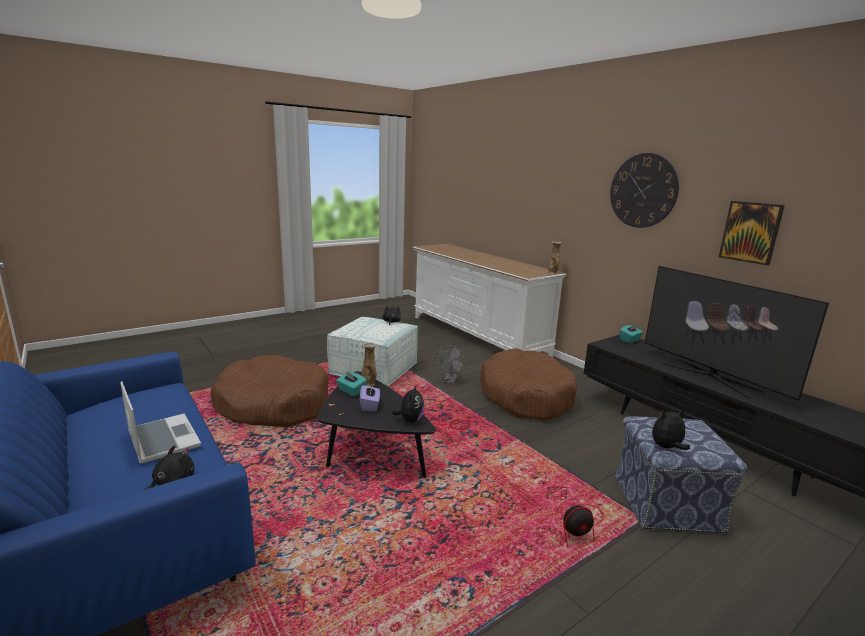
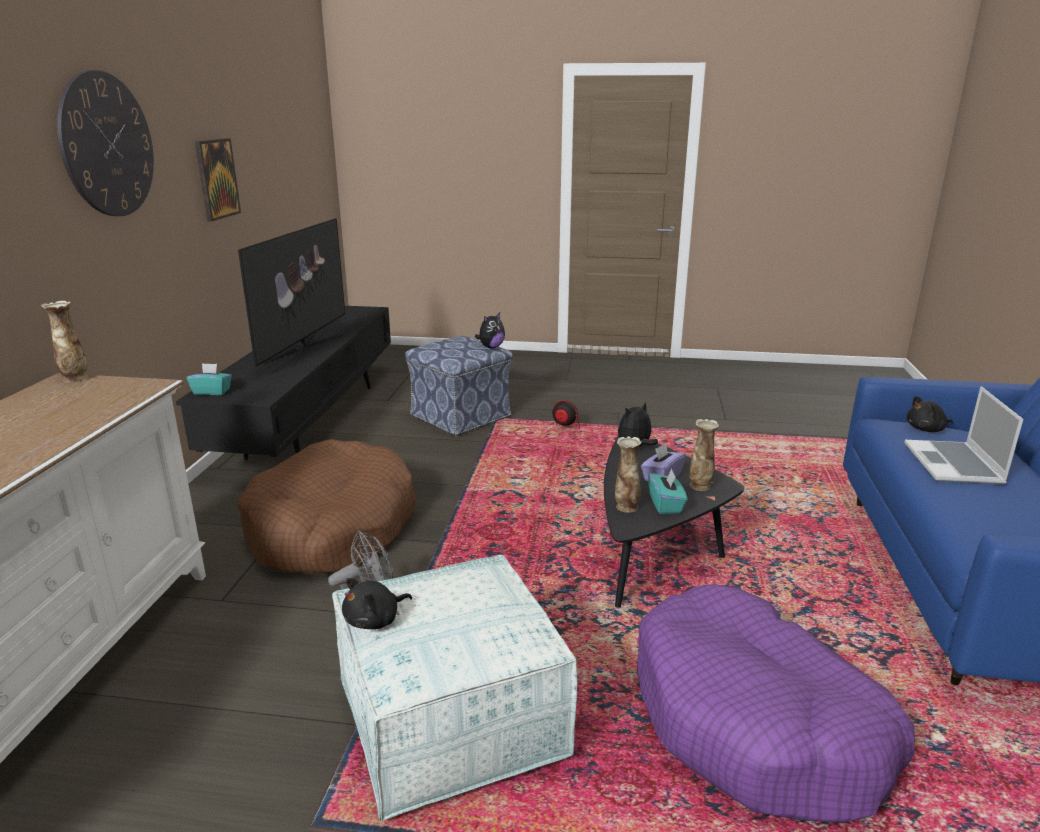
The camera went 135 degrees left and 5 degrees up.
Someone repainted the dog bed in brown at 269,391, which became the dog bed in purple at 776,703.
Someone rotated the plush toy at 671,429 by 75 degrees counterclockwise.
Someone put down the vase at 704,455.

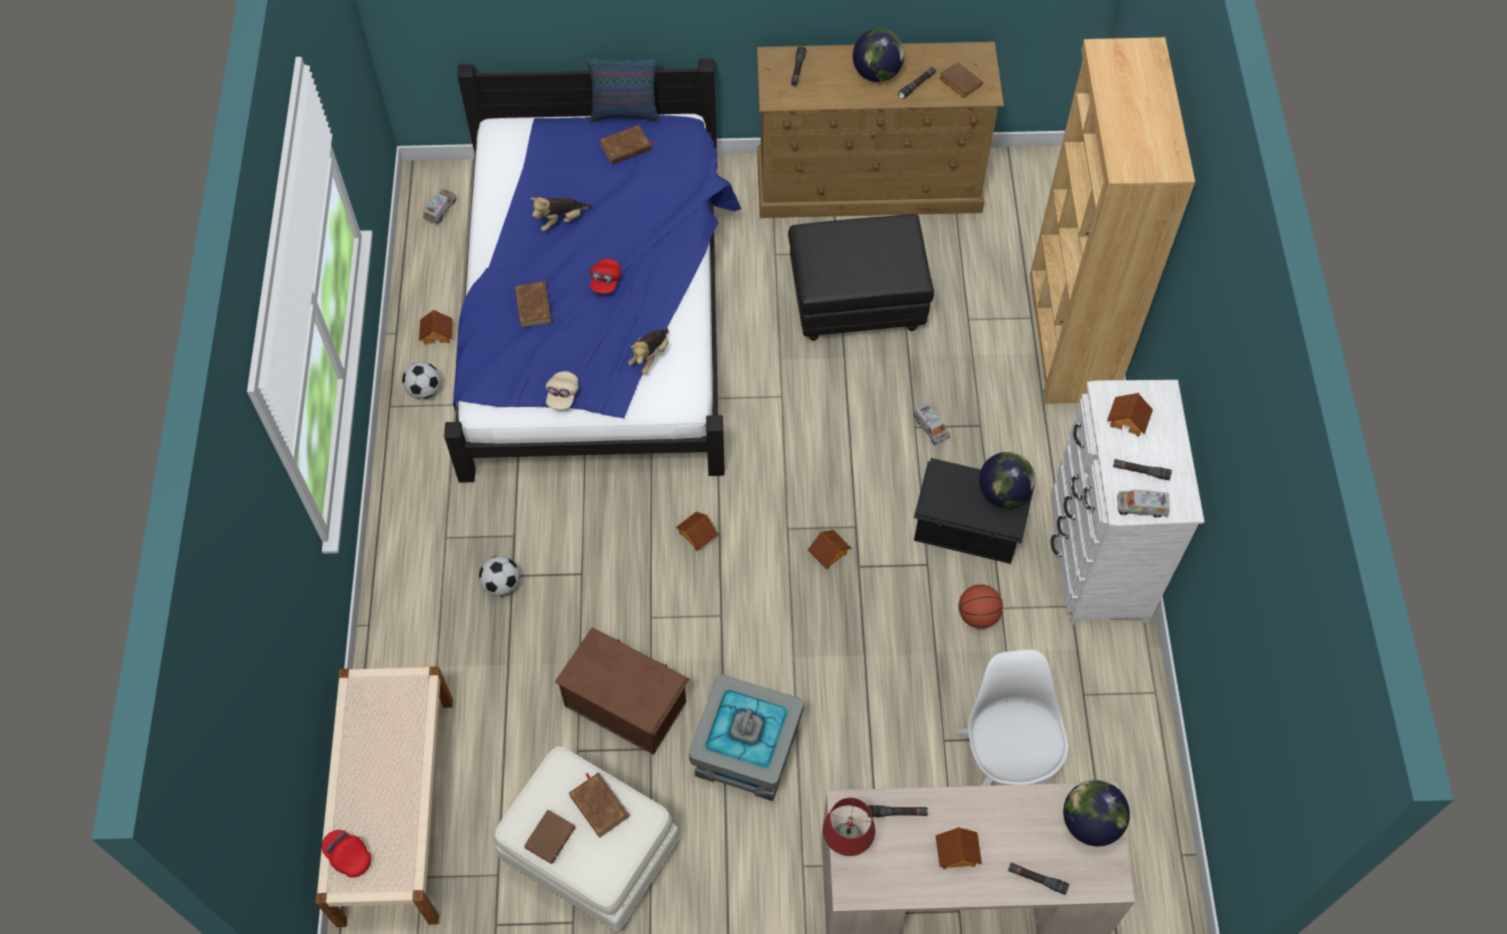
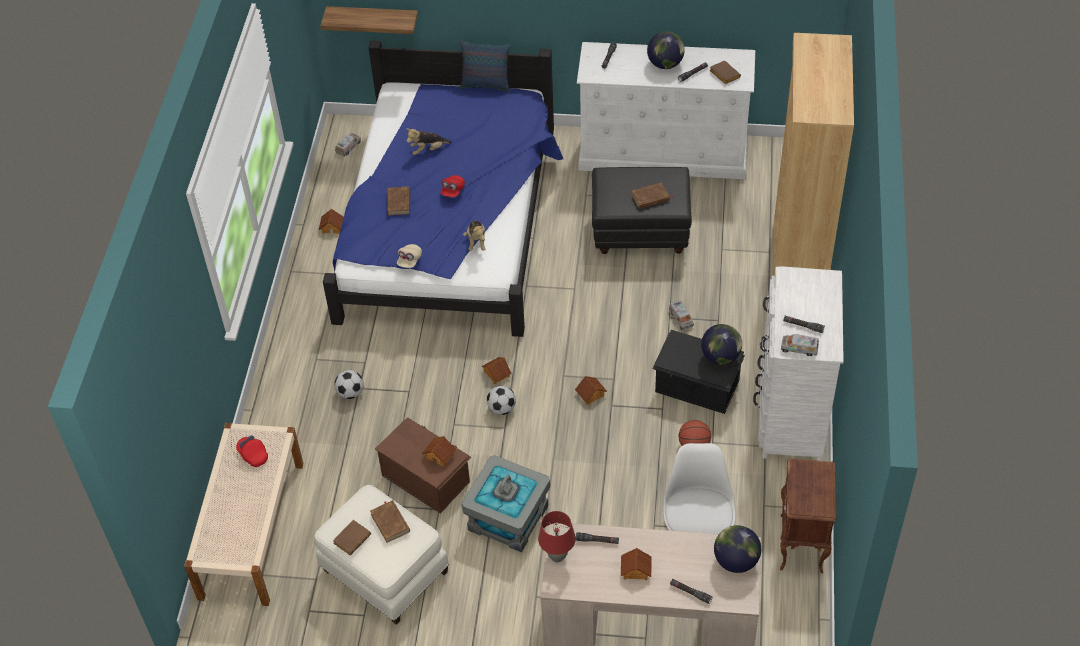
The camera went 10 degrees right and 10 degrees down.
Someone repainted the dresser in brown at 880,130, which became the dresser in white at 666,110.
Someone carried the book in brown from 627,144 to 652,195.
Someone rotated the plush toy at 648,350 by 45 degrees counterclockwise.
Someone carried the football from 421,380 to 501,400.
Someone carried the toy house from 1130,415 to 439,451.
Someone carried the cap in red from 346,854 to 252,451.
Someone put up the shelf at 369,20.
Someone put down the nightstand in brown at 808,516.

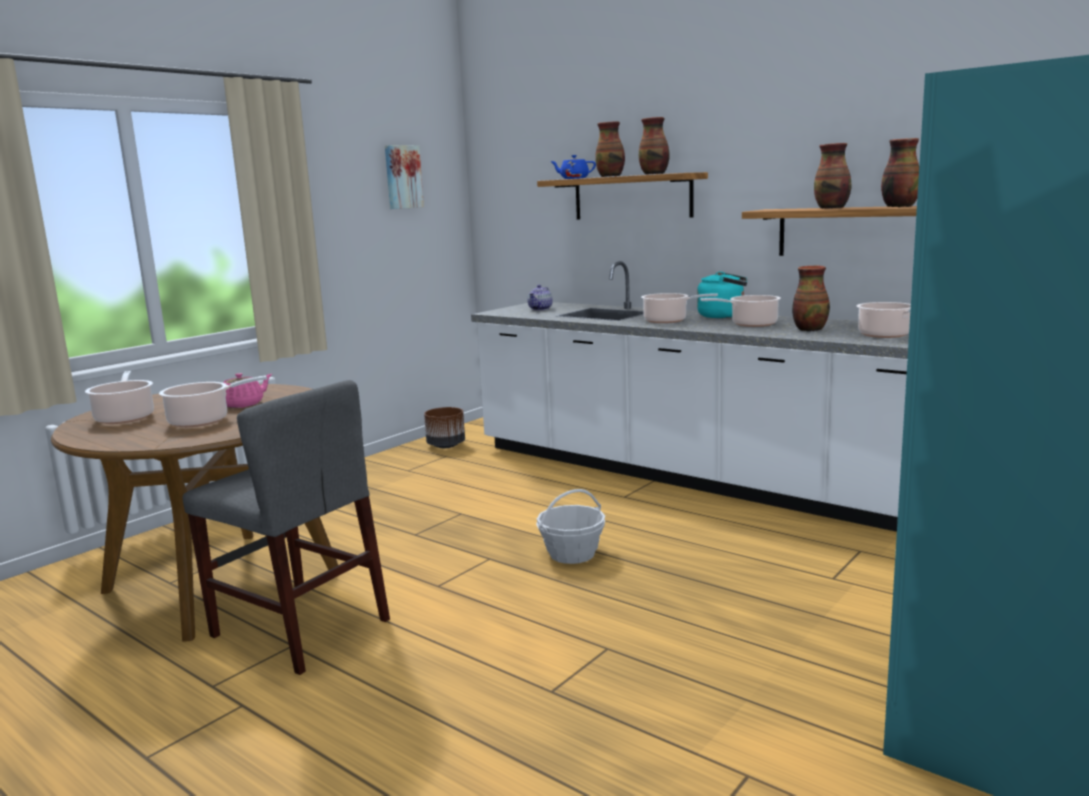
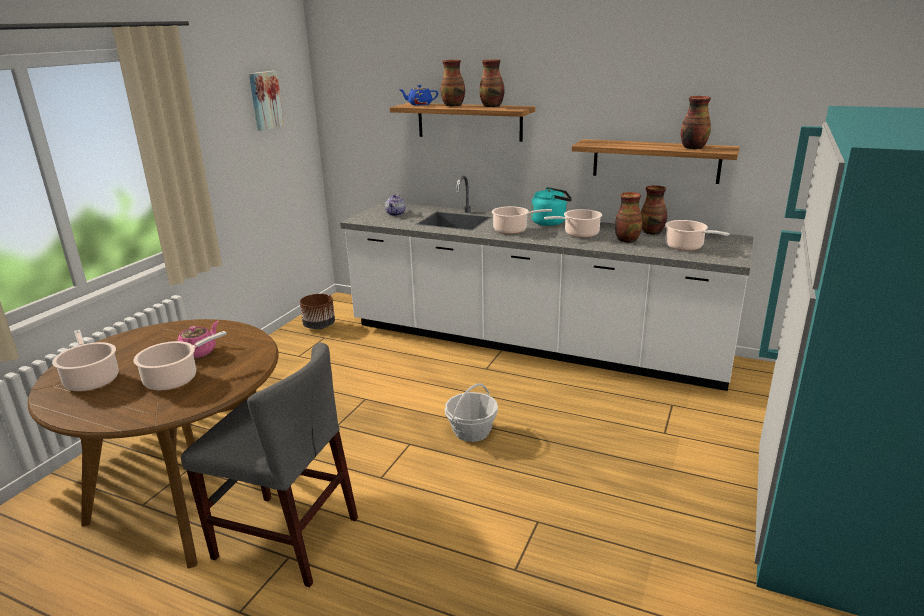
The camera went 15 degrees left and 10 degrees up.
Someone carried the vase from 832,176 to 654,210.

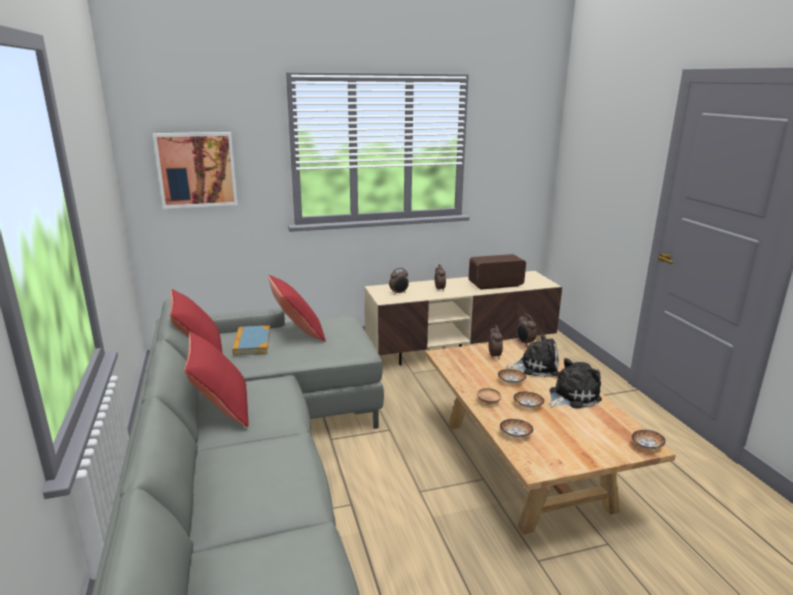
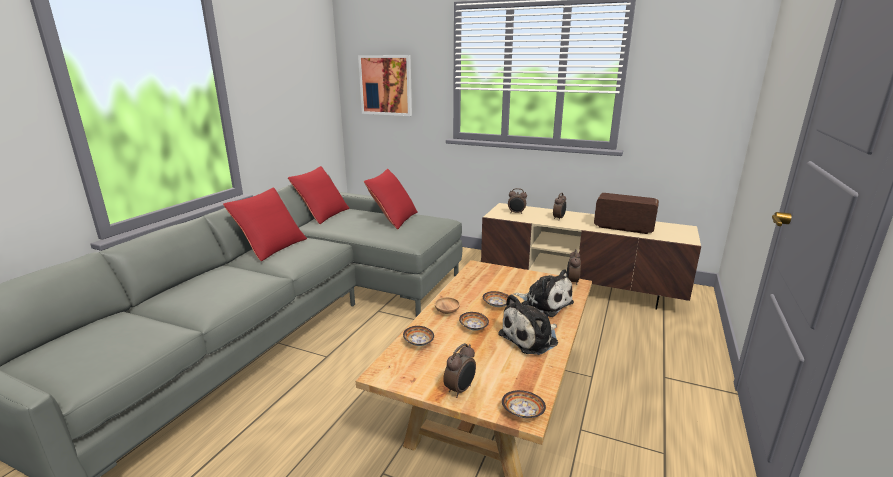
The camera went 40 degrees right and 0 degrees up.
Someone carried the alarm clock from 495,342 to 459,370.
Someone took away the book at 251,341.
Someone rotated the plush toy at 575,383 by 135 degrees clockwise.

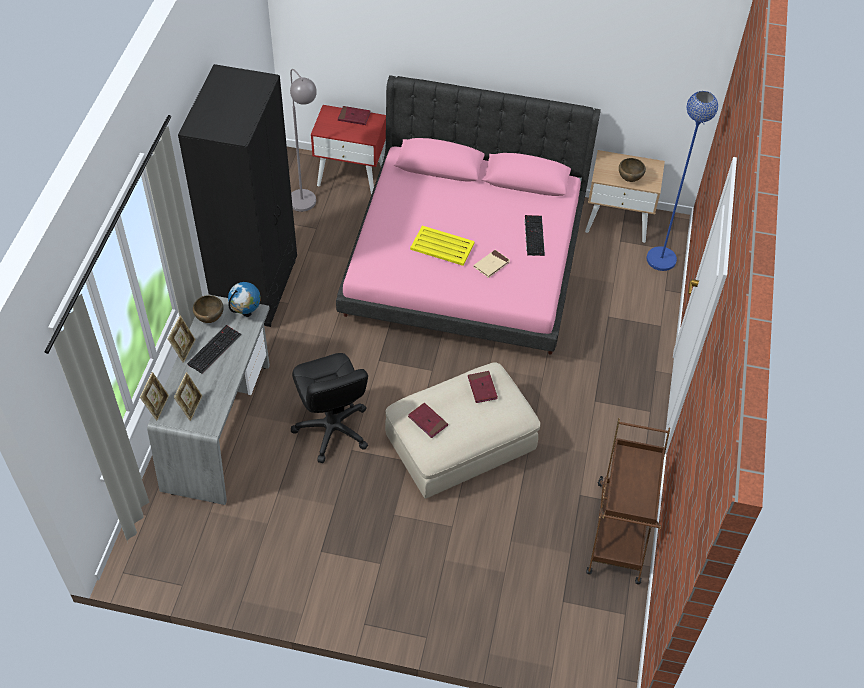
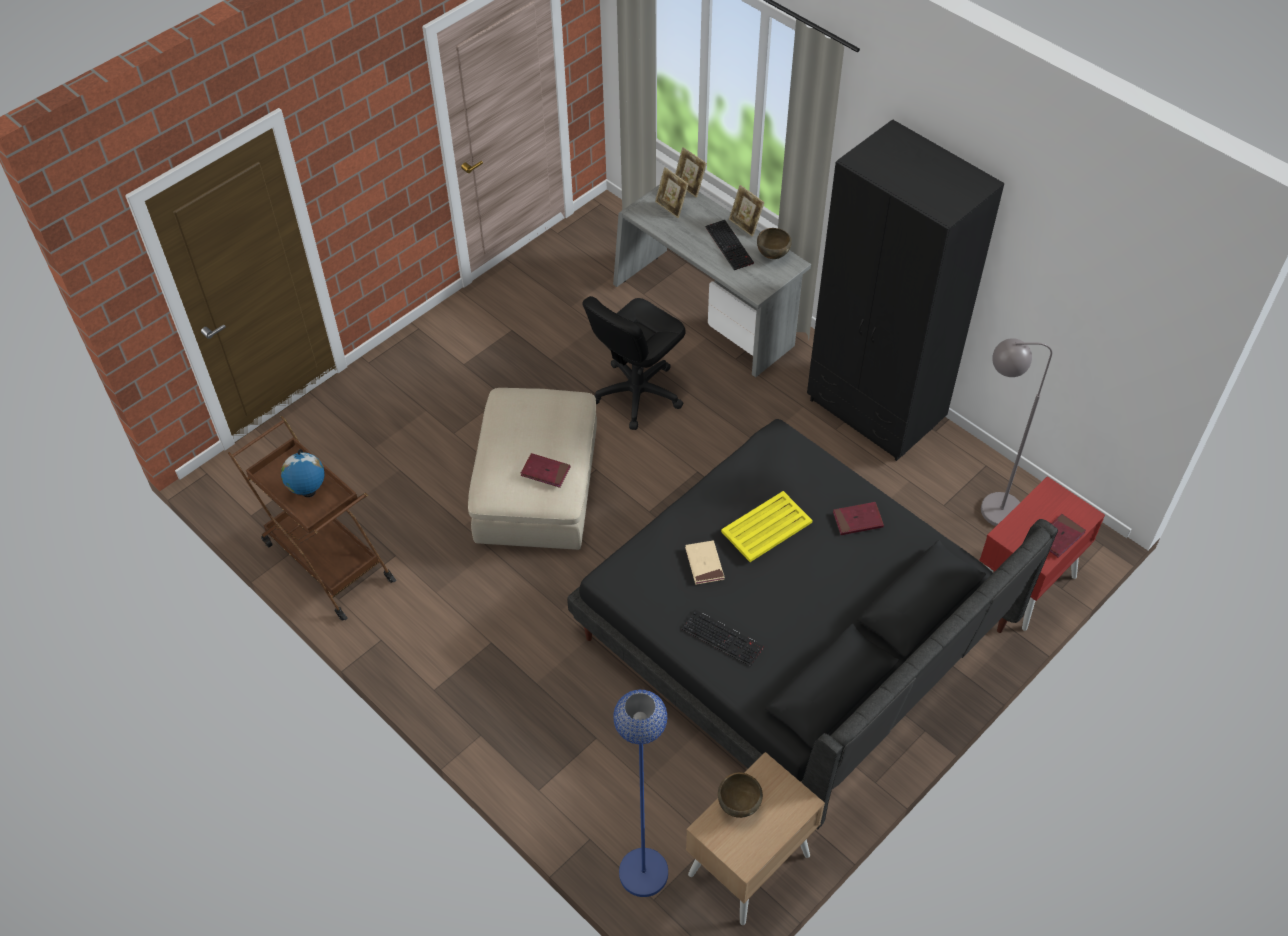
The camera went 125 degrees right and 0 degrees up.
Someone repainted the bed in pink at 468,215, which became the bed in black at 812,624.
Someone carried the globe from 244,299 to 303,473.
Someone rotated the office chair in black at 329,408 by 60 degrees counterclockwise.
Someone carried the book in red from 428,420 to 858,518.

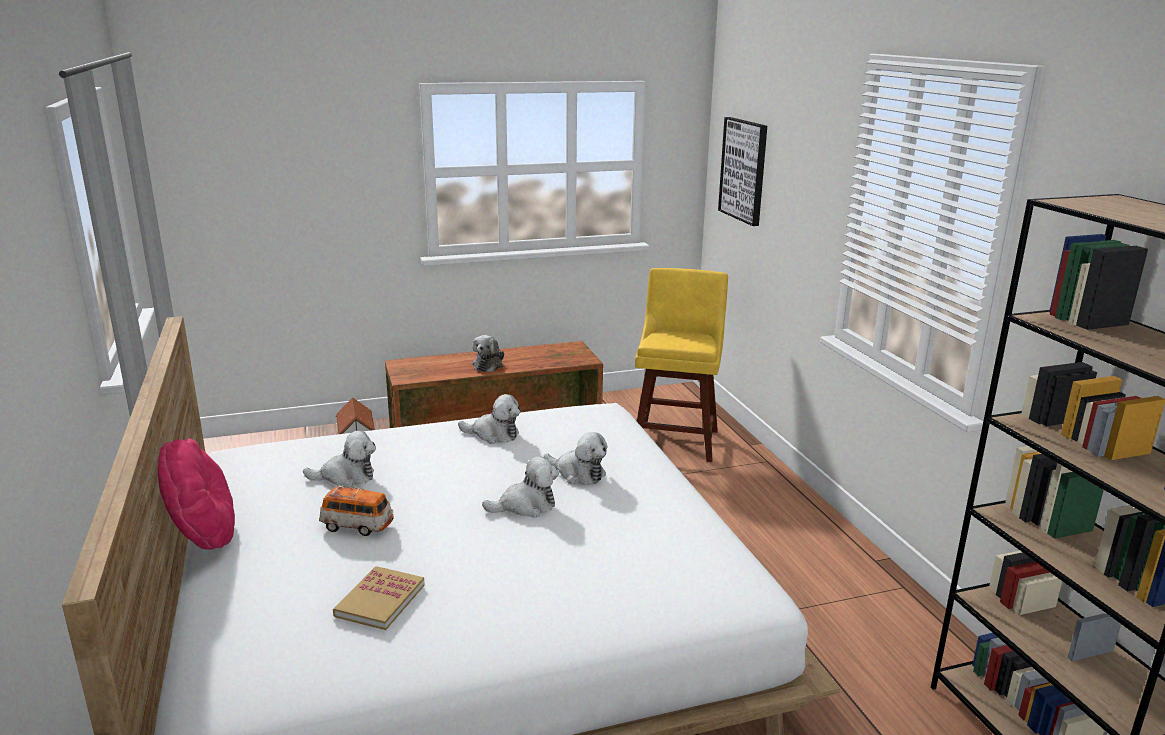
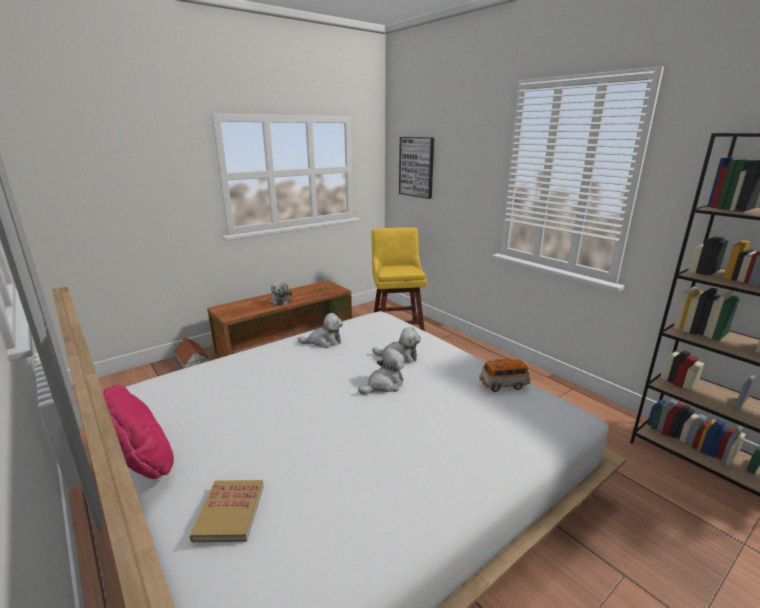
The camera went 20 degrees left and 0 degrees up.
Someone took away the plush toy at 339,459.
Someone carried the toy car from 356,510 to 505,375.
Someone carried the book from 379,598 to 227,511.

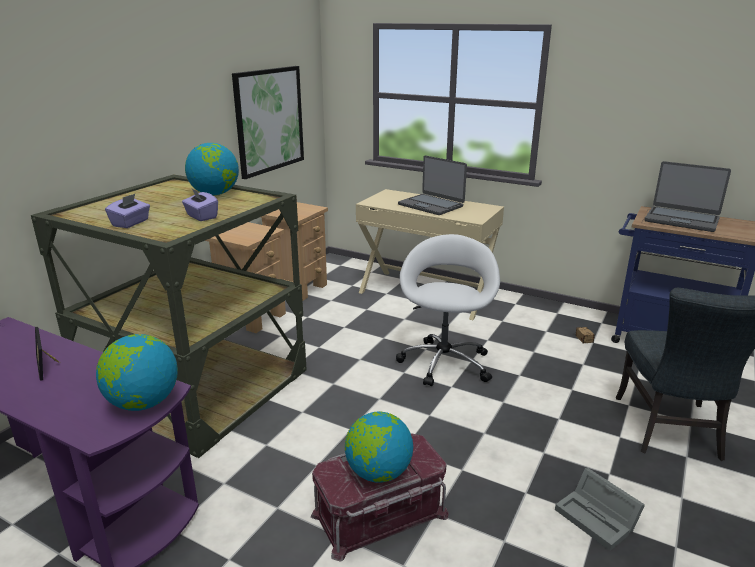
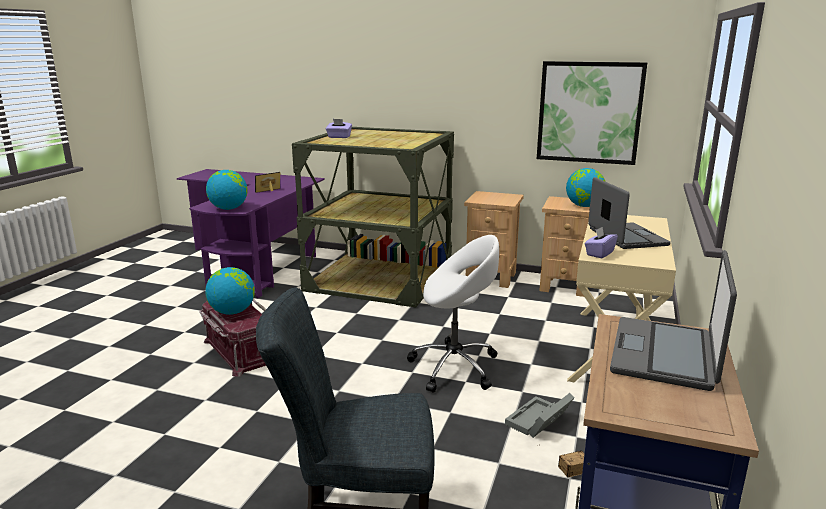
The camera went 80 degrees right and 5 degrees down.
Someone carried the globe from 212,169 to 586,187.
Someone rotated the laptop at 432,185 by 135 degrees clockwise.
Someone carried the tissue box in purple from 200,205 to 601,242.
Someone carried the storage box in grey from 600,509 to 540,415.

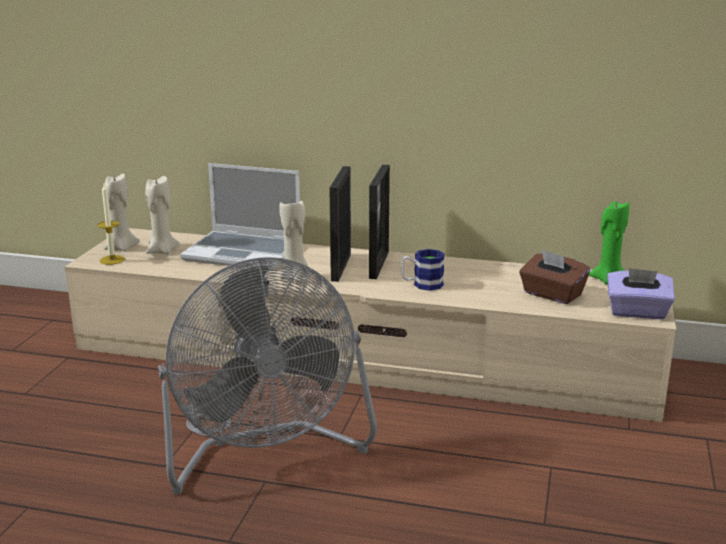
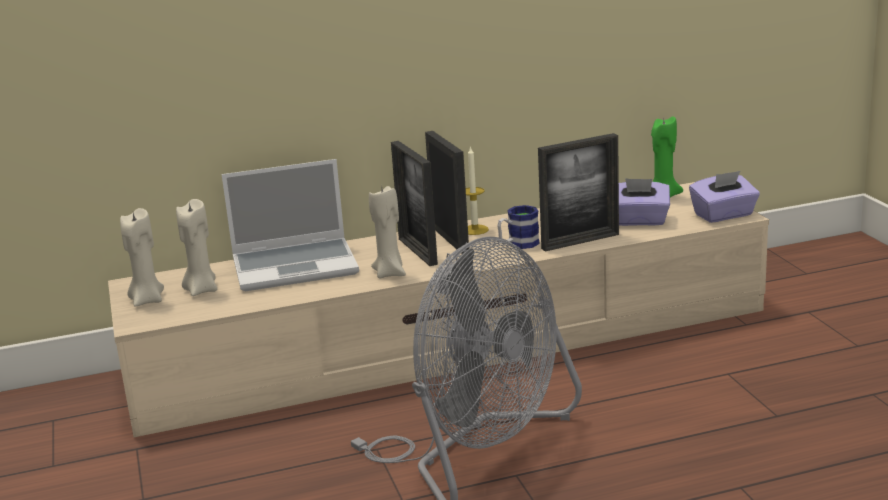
The camera went 30 degrees left and 0 degrees up.
Someone carried the candle from 111,224 to 477,190.
Someone repainted the tissue box in brown at 554,276, which became the tissue box in purple at 644,202.
Someone put down the picture frame at 578,192.

